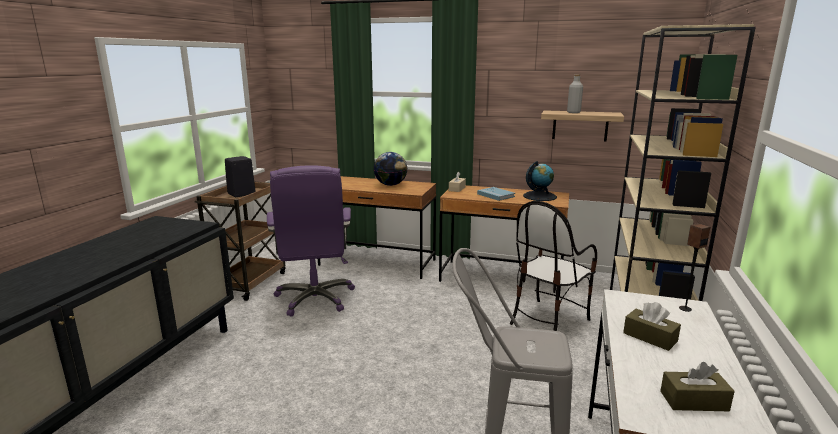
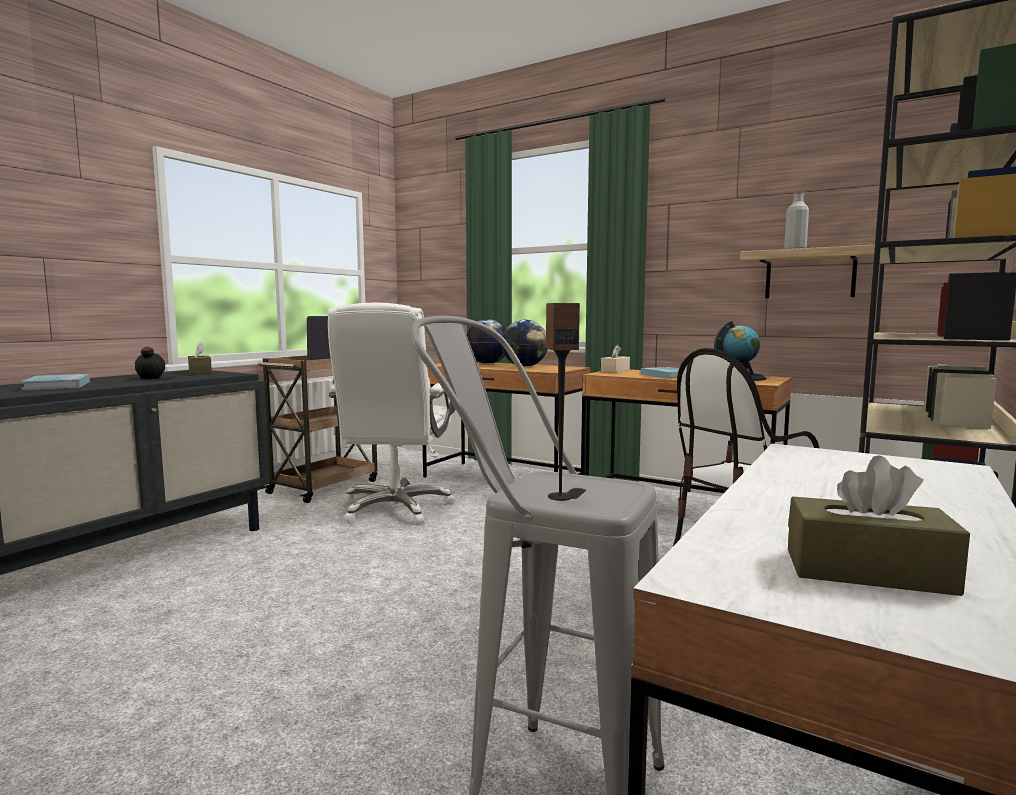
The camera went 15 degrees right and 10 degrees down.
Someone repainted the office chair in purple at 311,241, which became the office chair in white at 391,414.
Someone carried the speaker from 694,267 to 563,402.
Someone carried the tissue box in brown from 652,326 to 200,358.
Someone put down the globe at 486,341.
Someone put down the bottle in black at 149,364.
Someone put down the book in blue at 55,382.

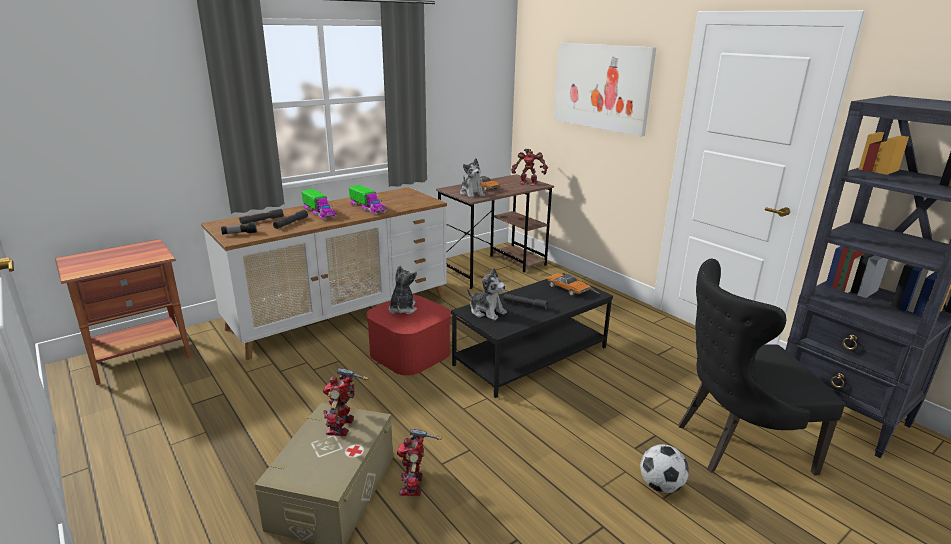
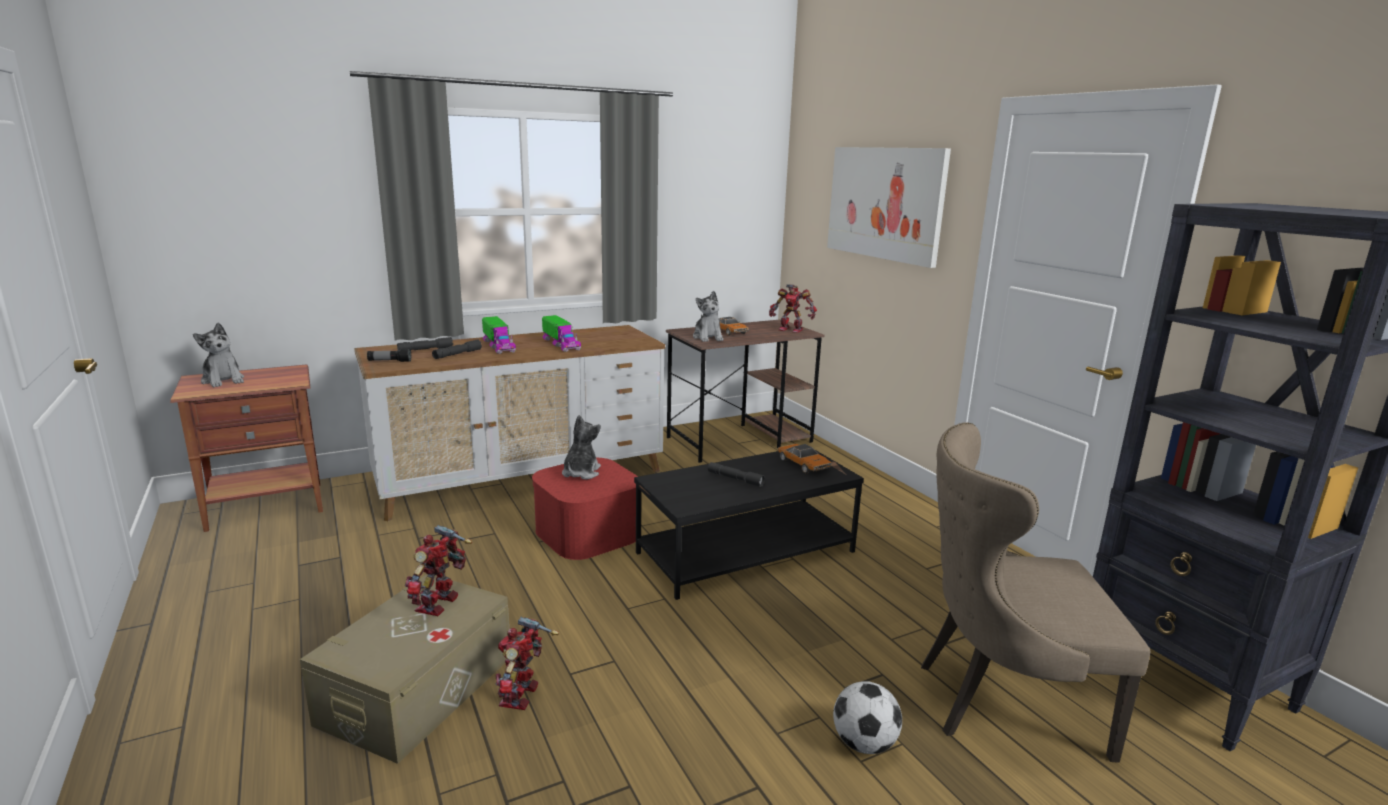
The camera went 10 degrees right and 5 degrees down.
Someone repainted the chair in black at 761,367, which became the chair in beige at 1035,592.
Someone carried the plush toy from 487,294 to 218,355.

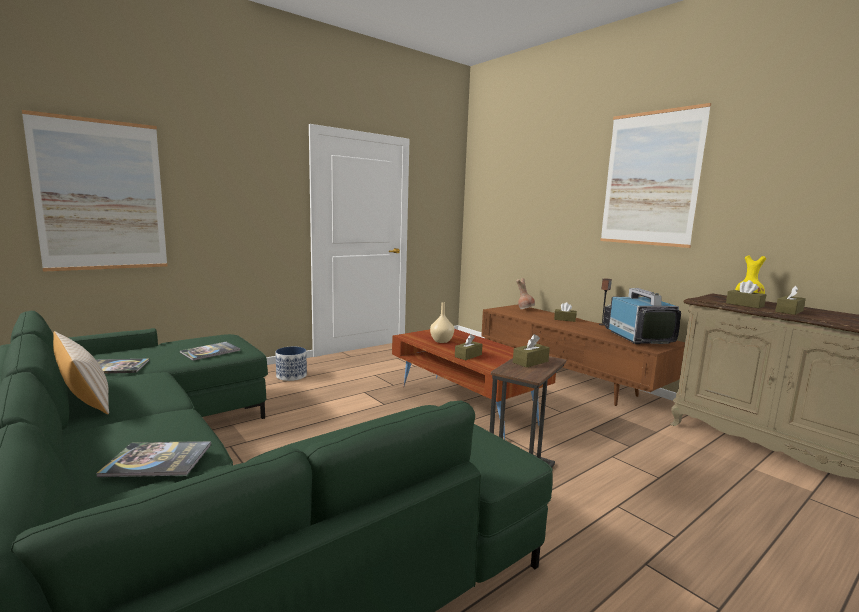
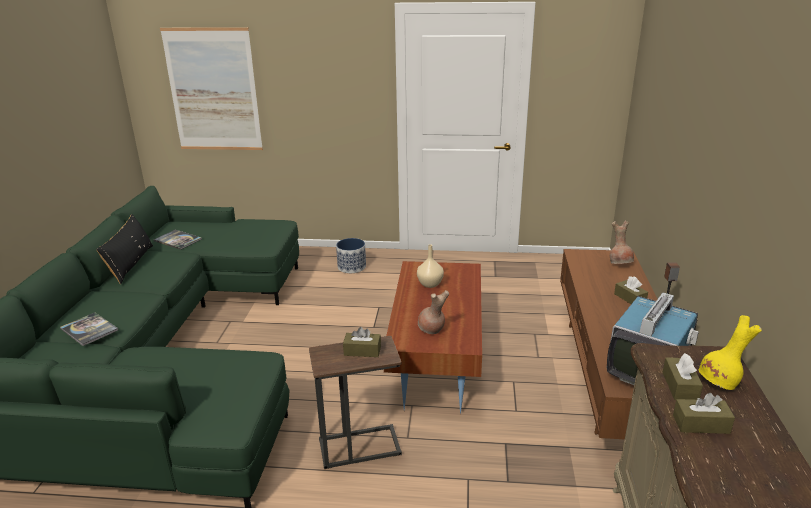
The camera went 45 degrees right and 15 degrees up.
Someone took away the picture at 655,175.
Someone repainted the pillow in beige at 81,372, which became the pillow in black at 124,249.
Someone took away the tissue box in brown at 469,347.
Someone took away the book at 210,351.
Someone put down the vase in brown at 433,312.

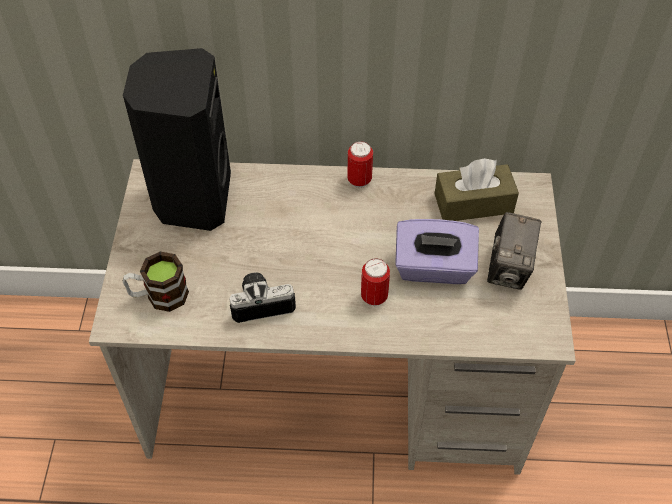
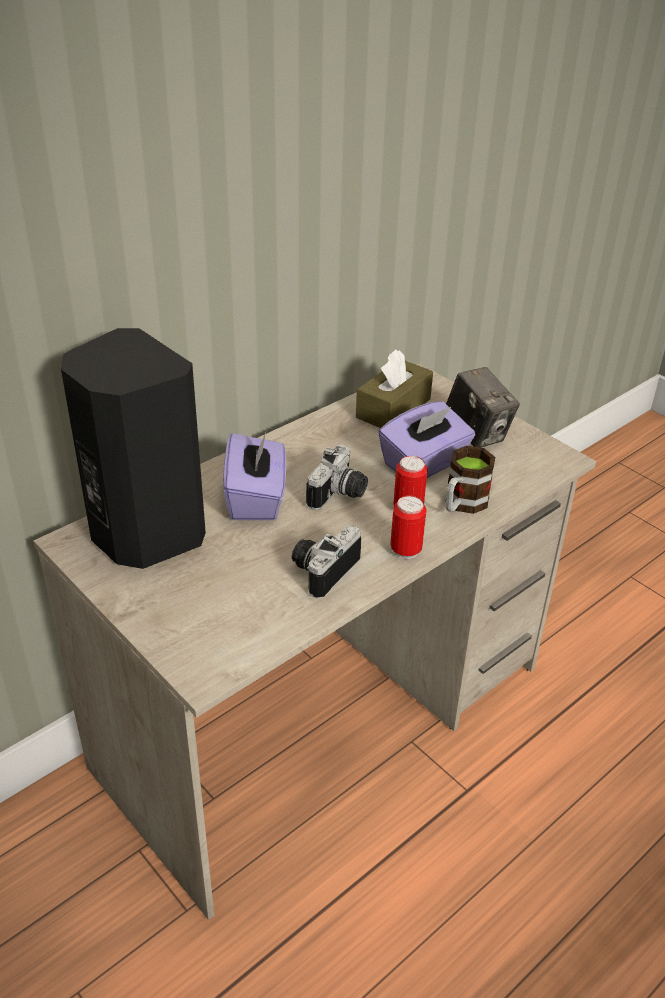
The camera went 45 degrees left and 15 degrees down.
Someone carried the can from 360,164 to 408,527.
Someone carried the mug from 156,282 to 470,480.
Someone put down the tissue box in purple at 254,475.
Someone put down the photo camera at 337,477.

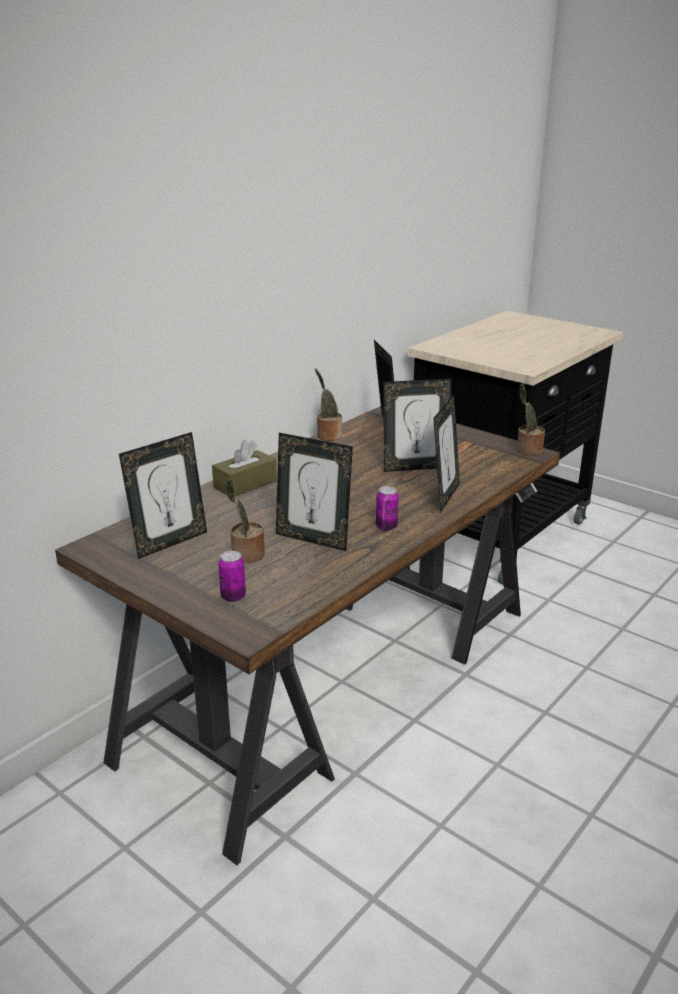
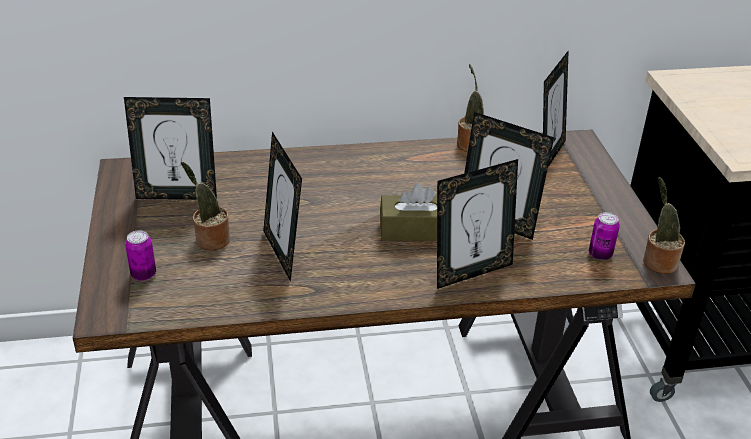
The camera went 40 degrees right and 10 degrees up.
Someone carried the tissue box in brown from 244,468 to 408,212.
Someone carried the can from 387,508 to 604,236.

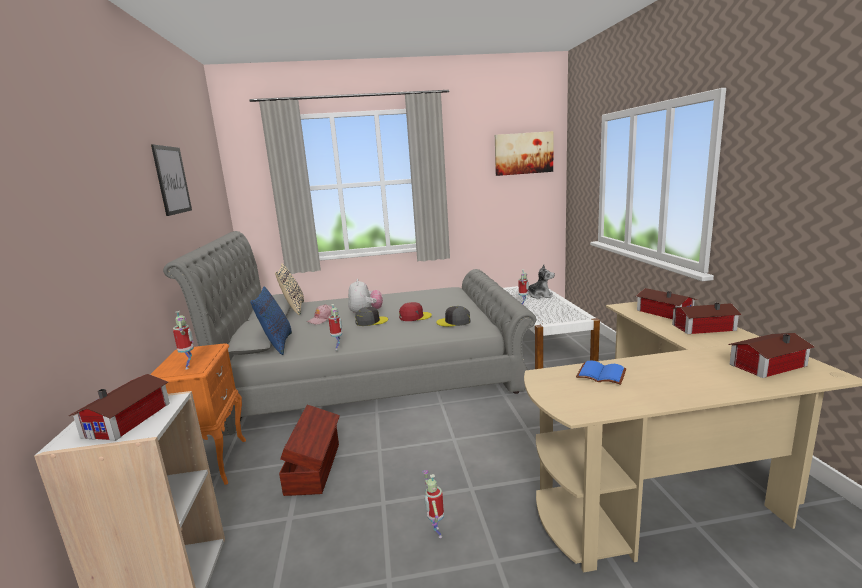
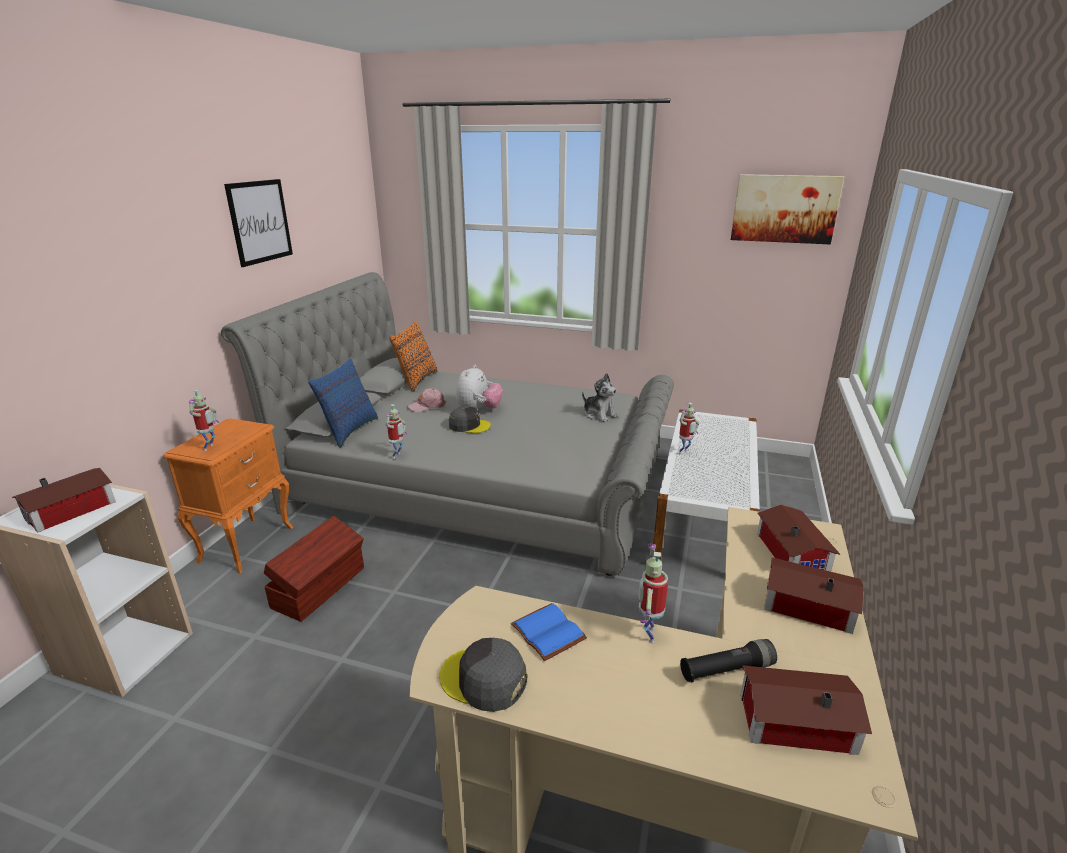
The camera went 25 degrees right and 10 degrees up.
Someone repainted the pillow in beige at 289,289, which became the pillow in orange at 413,356.
Someone carried the plush toy from 541,281 to 600,397.
Someone took away the cap in red at 415,311.
Someone carried the cap in grey from 453,316 to 483,675.
Someone carried the toy robot from 433,504 to 653,594.
Someone put down the flashlight in black at 728,661.

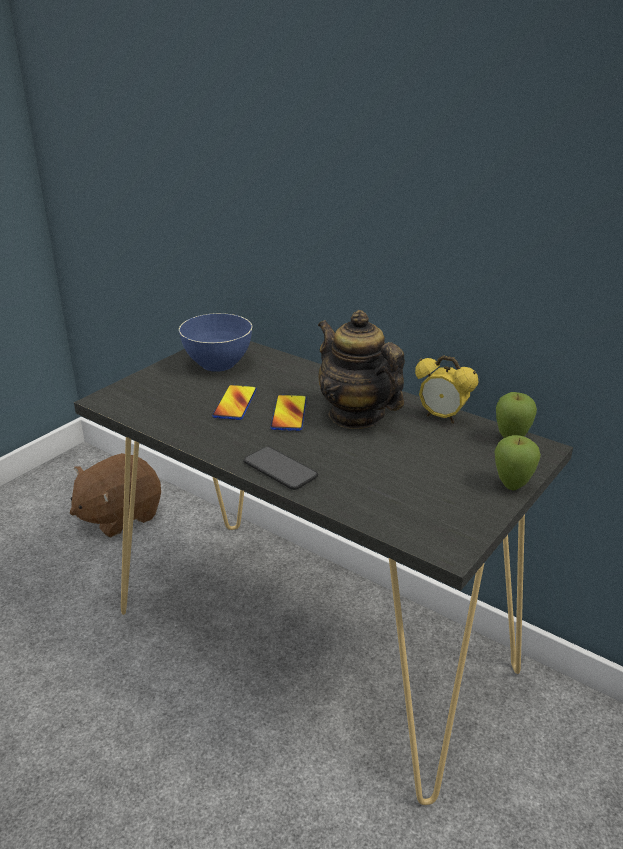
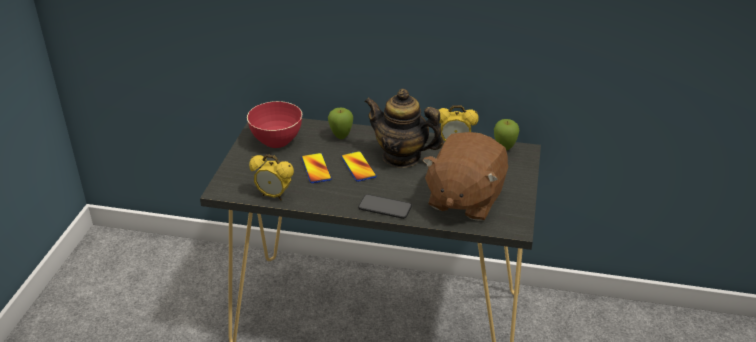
The camera went 25 degrees left and 5 degrees up.
Someone repainted the bowl in blue at 216,342, which became the bowl in red at 274,124.
Someone carried the apple from 518,462 to 340,123.
Someone carried the plush toy in brown from 115,495 to 465,176.
Someone put down the alarm clock at 271,177.

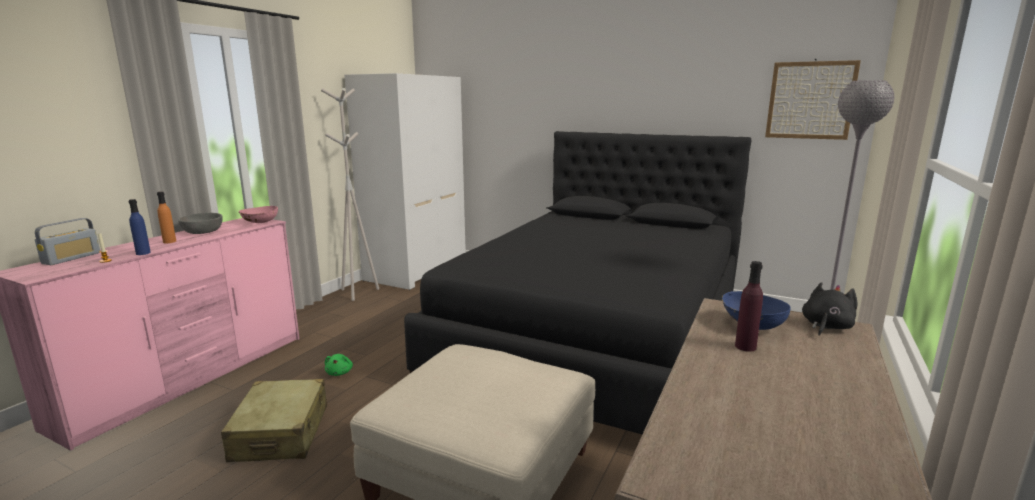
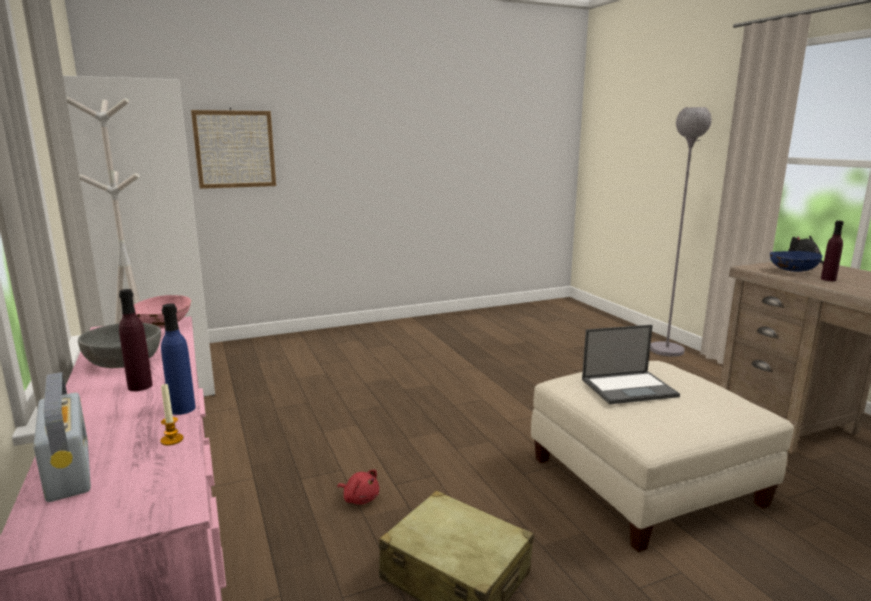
The camera went 50 degrees left and 0 degrees up.
Someone carried the picture from 813,99 to 233,148.
Someone took away the bed in black at 577,282.
Someone repainted the bottle in orange at 166,217, which became the bottle in purple at 135,340.
Someone repainted the plush toy in green at 339,365, which became the plush toy in red at 358,487.
Someone put down the laptop at 631,364.

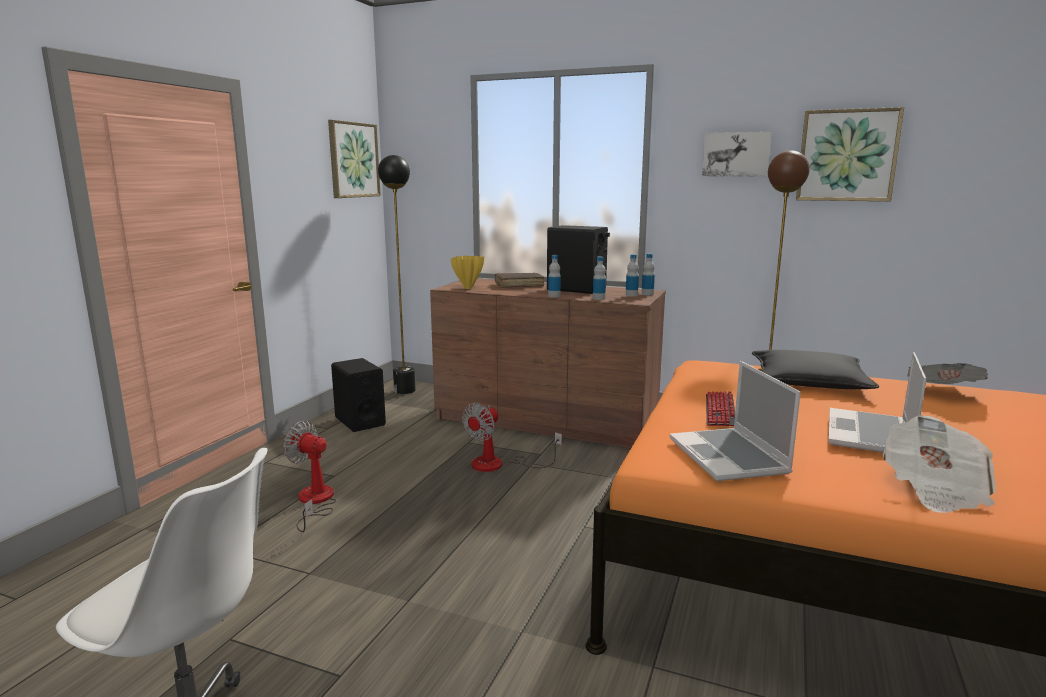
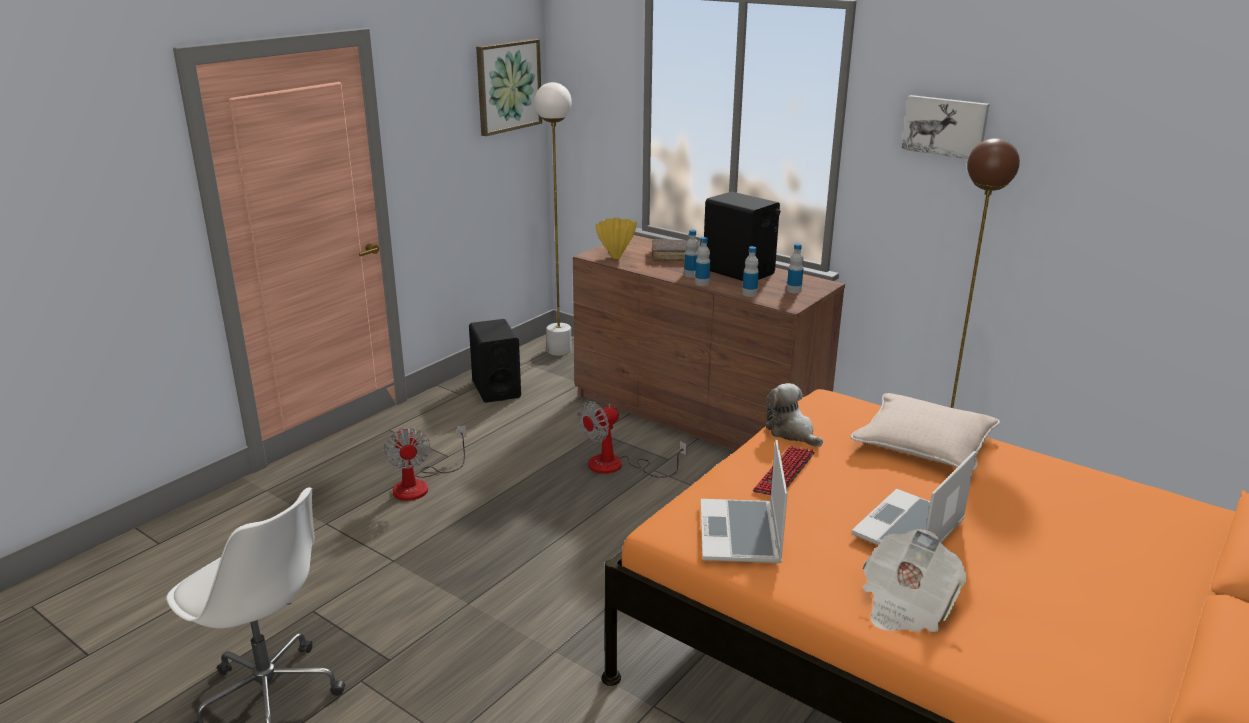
The camera went 15 degrees right and 10 degrees up.
Someone took away the picture at 850,154.
Someone repainted the floor lamp in black at 396,274, which became the floor lamp in white at 553,219.
Someone carried the bottle from 648,274 to 691,253.
Someone repainted the pillow in black at 815,369, which became the pillow in beige at 925,431.
Someone took away the newspaper at 947,373.
Someone rotated the fan at 309,476 by 150 degrees counterclockwise.
Someone put down the plush toy at 794,415.

